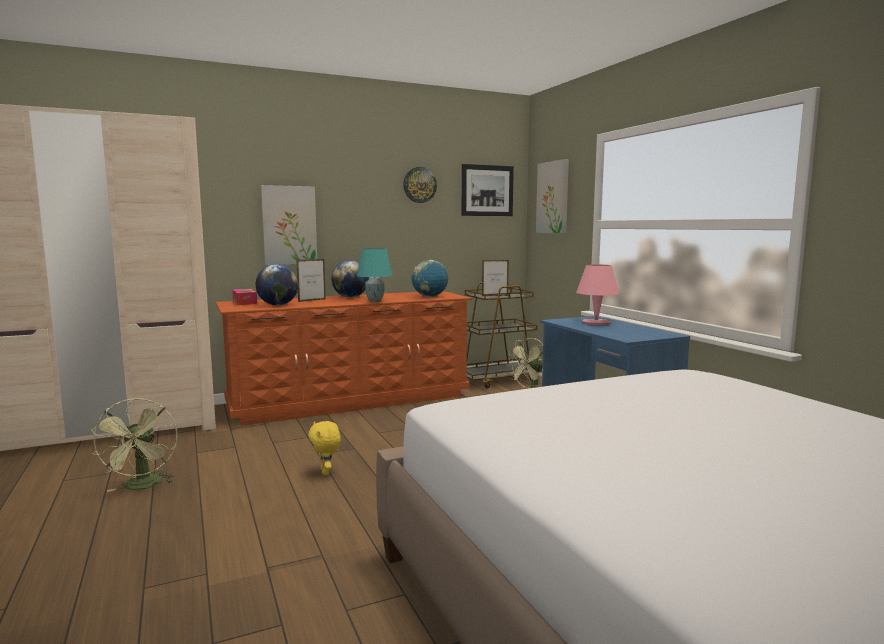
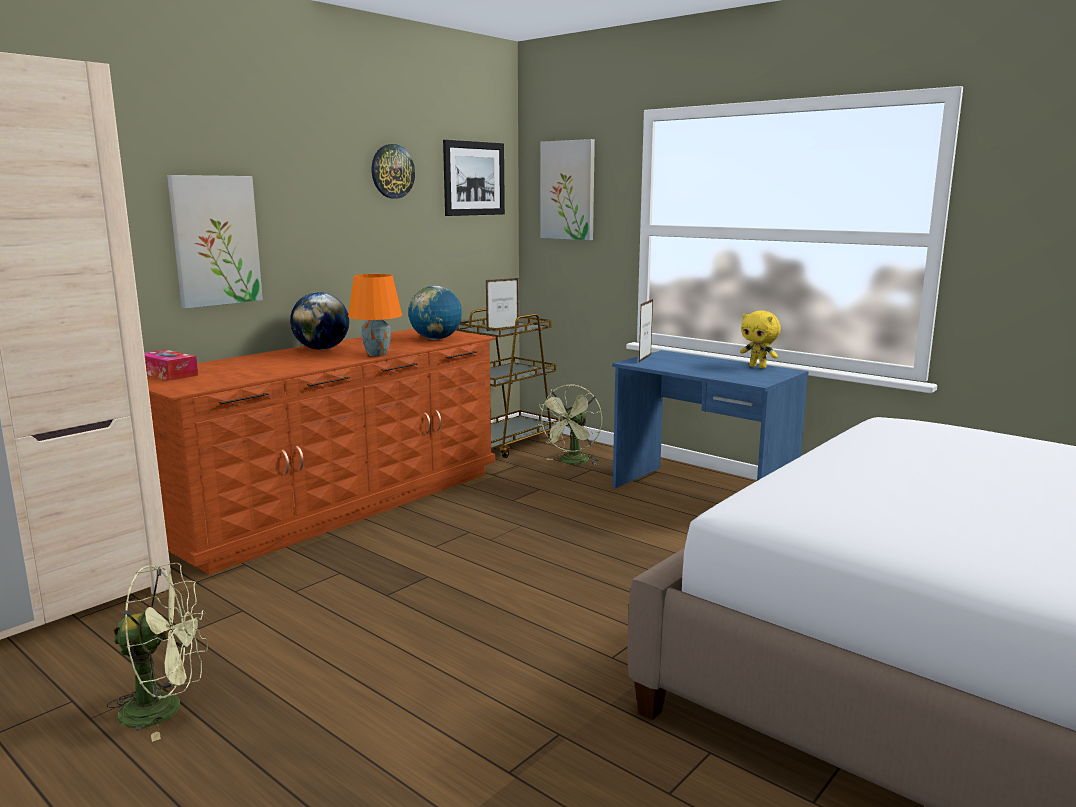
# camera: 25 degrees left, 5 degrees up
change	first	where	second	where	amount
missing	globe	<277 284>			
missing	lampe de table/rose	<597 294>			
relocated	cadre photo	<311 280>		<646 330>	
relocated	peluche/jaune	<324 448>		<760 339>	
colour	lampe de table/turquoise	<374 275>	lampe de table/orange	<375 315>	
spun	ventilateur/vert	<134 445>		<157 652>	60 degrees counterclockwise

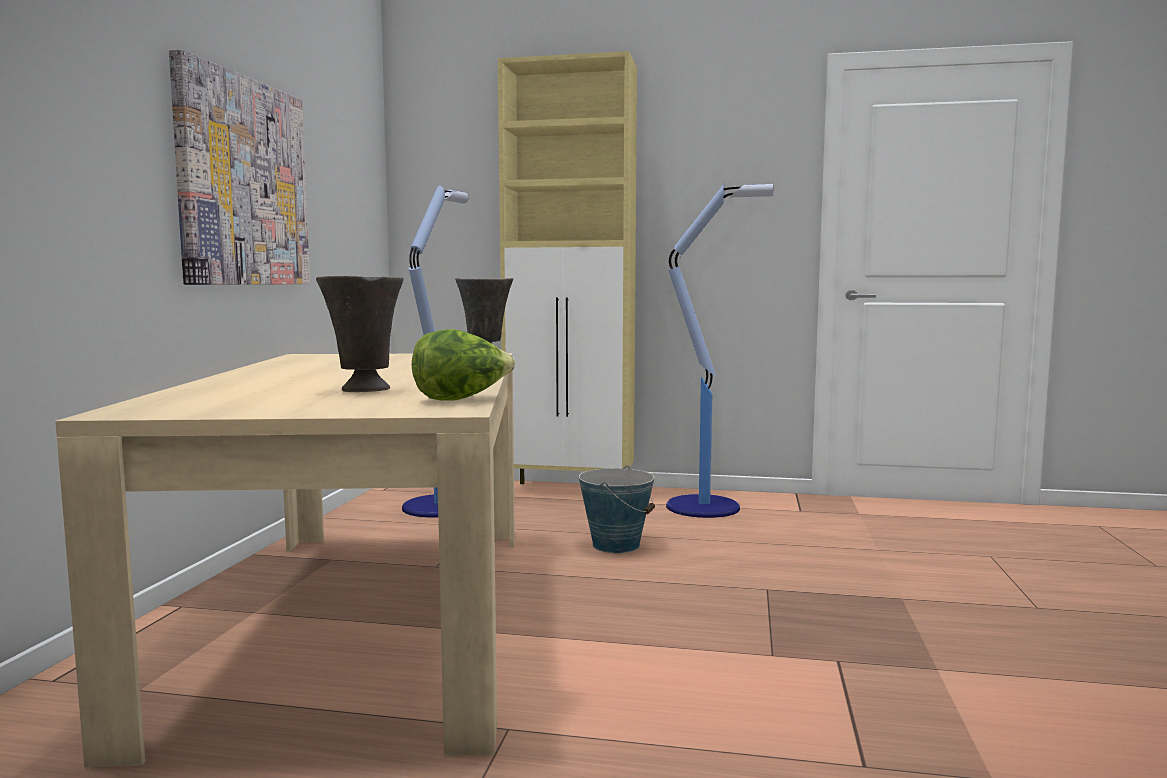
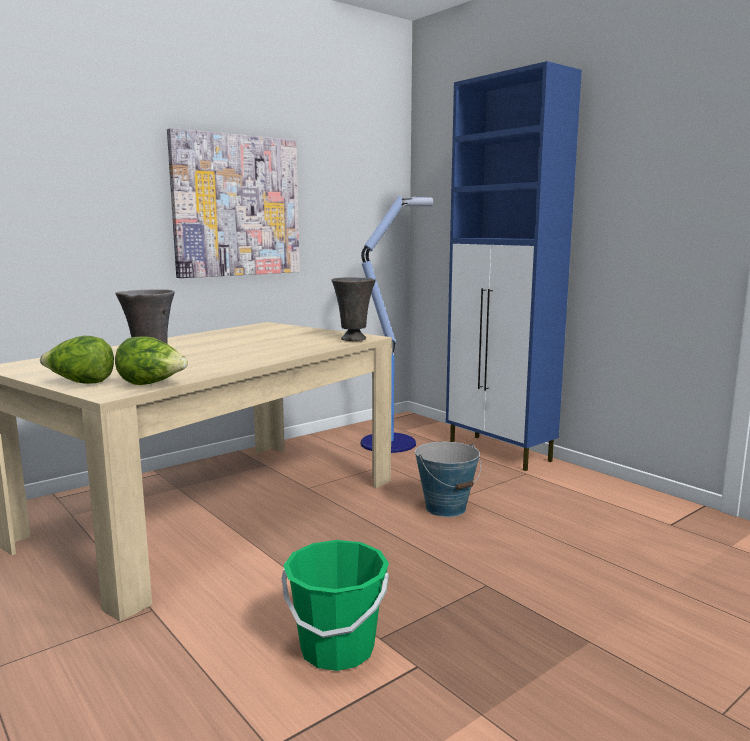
# camera: 40 degrees right, 5 degrees up
change	first	where	second	where	amount
missing	lampadaire	<720 351>			
appeared			laitue	<77 360>	
appeared			seau/vert	<335 605>	
colour	meuble de rangement/beige	<567 267>	meuble de rangement/bleu	<514 266>	

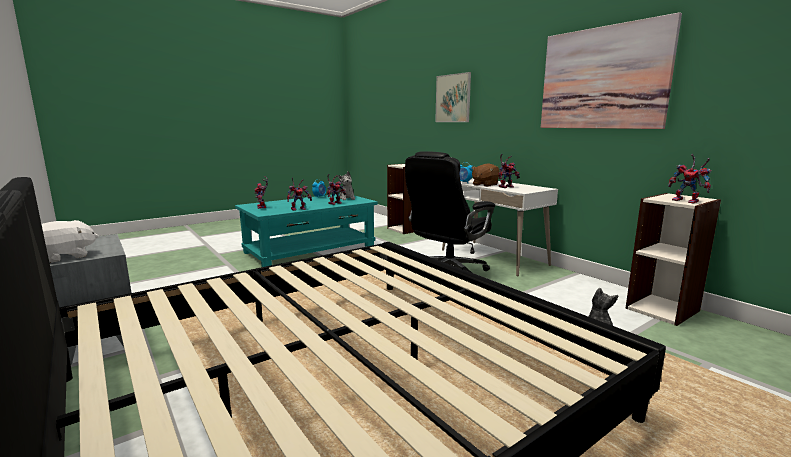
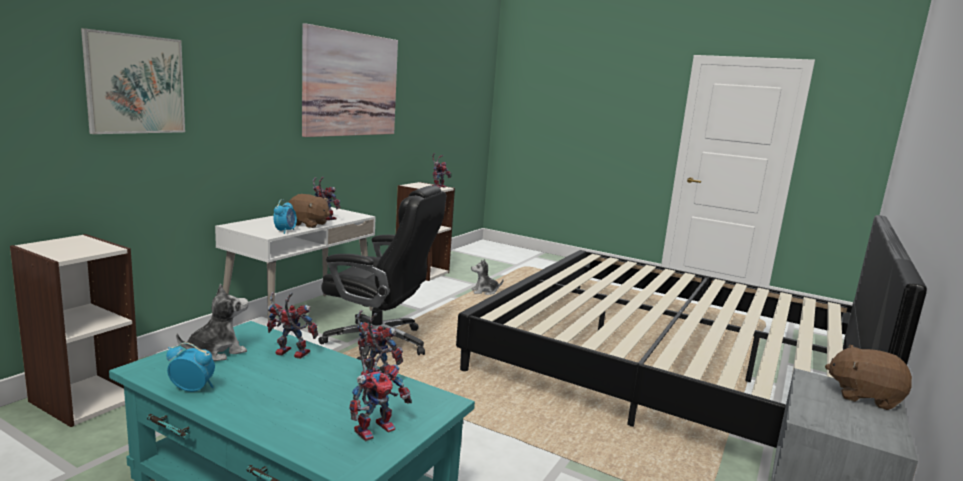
# camera: 115 degrees left, 0 degrees up
change	first	where	second	where	amount
colour	peluche/blanc	<70 241>	peluche/marron	<868 377>	

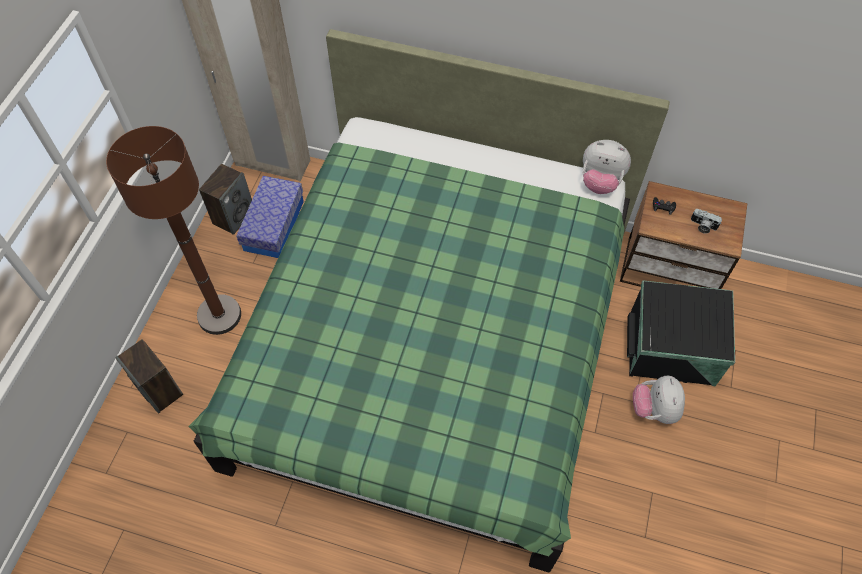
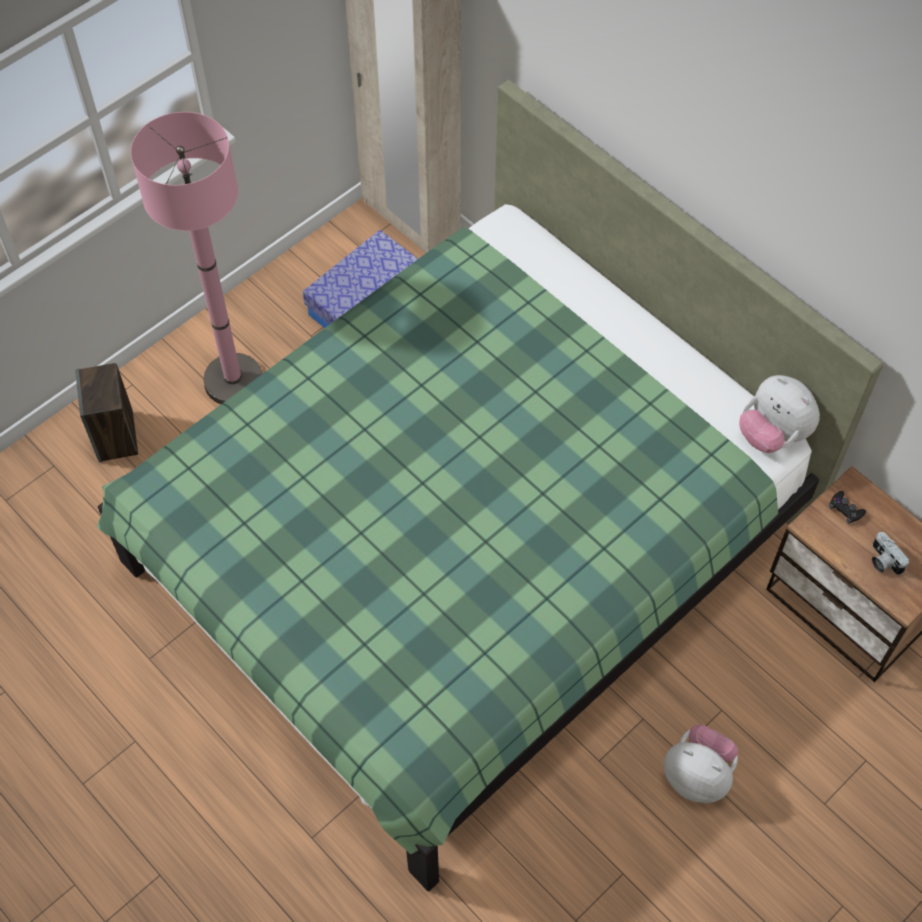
# camera: 30 degrees right, 0 degrees up
change	first	where	second	where	amount
missing	enceinte	<225 199>			
missing	boîte de rangement/noir	<681 333>			
colour	lampadaire/marron	<173 230>	lampadaire/rose	<197 258>	
spun	peluche	<659 400>		<701 764>	90 degrees clockwise

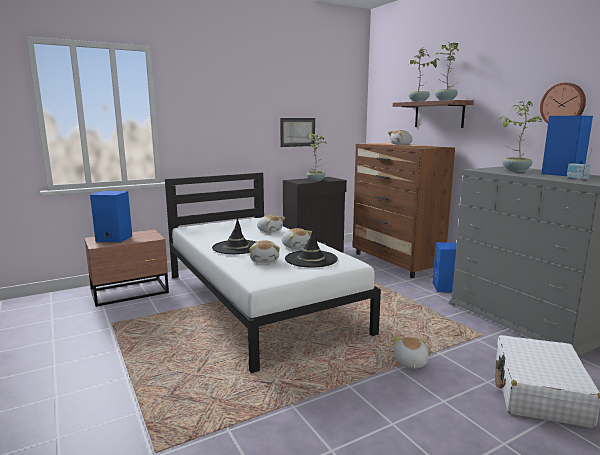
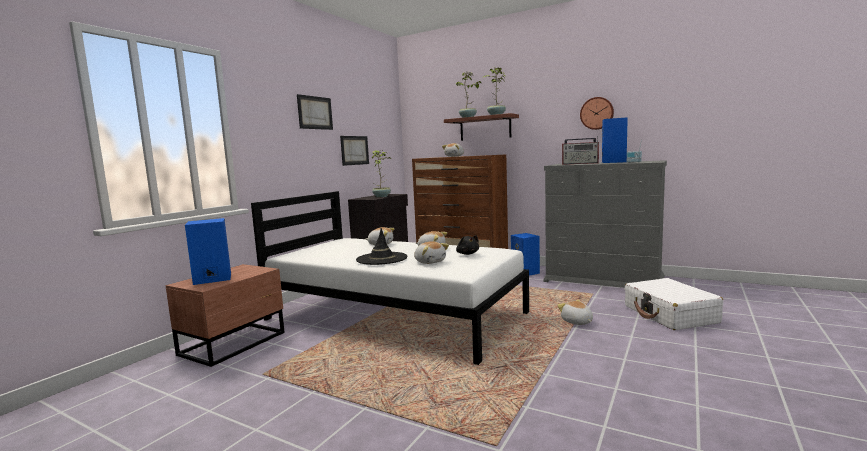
# camera: 30 degrees left, 5 degrees down
change	first	where	second	where	amount
appeared			tableau	<315 112>	
exchanged	chapeau/noir	<311 248>	peluche/noir	<467 245>	
exchanged	plante en pot	<521 136>	radio	<580 150>	

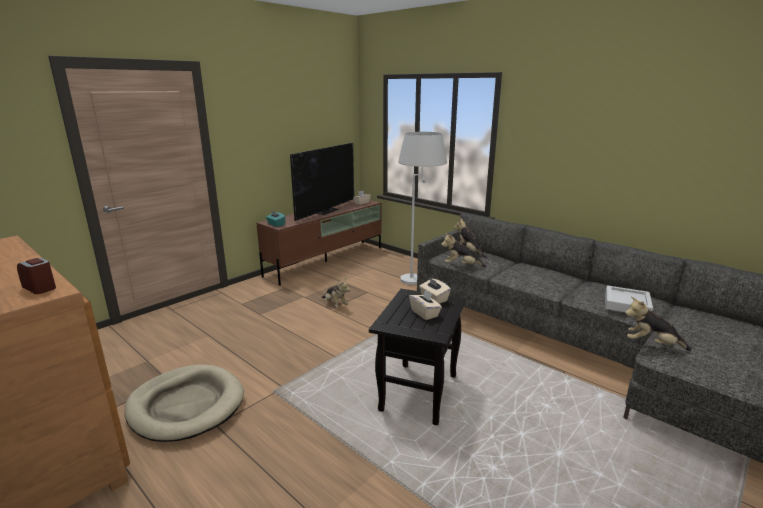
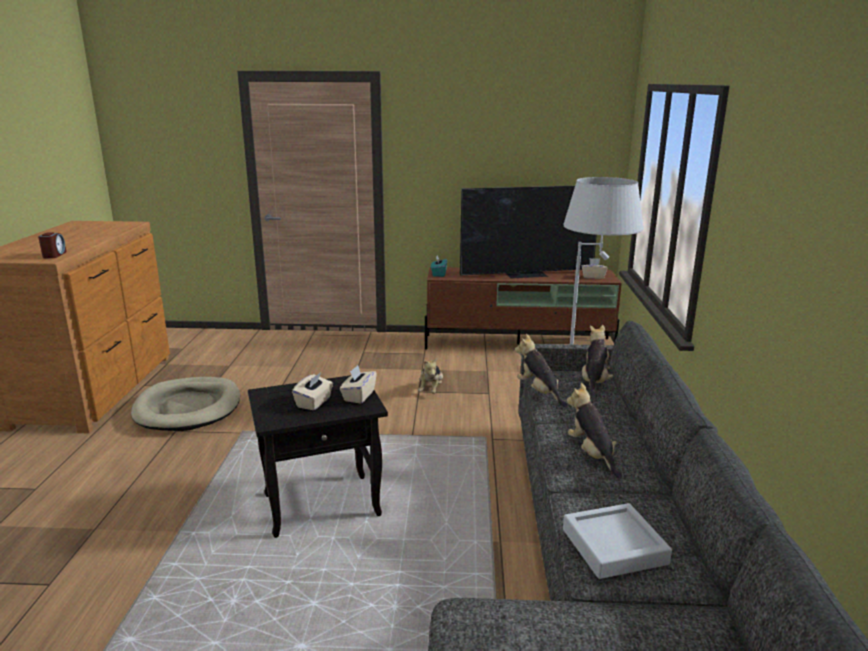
# camera: 50 degrees right, 0 degrees up
change	first	where	second	where	amount
relocated	peluche	<658 324>		<594 431>	

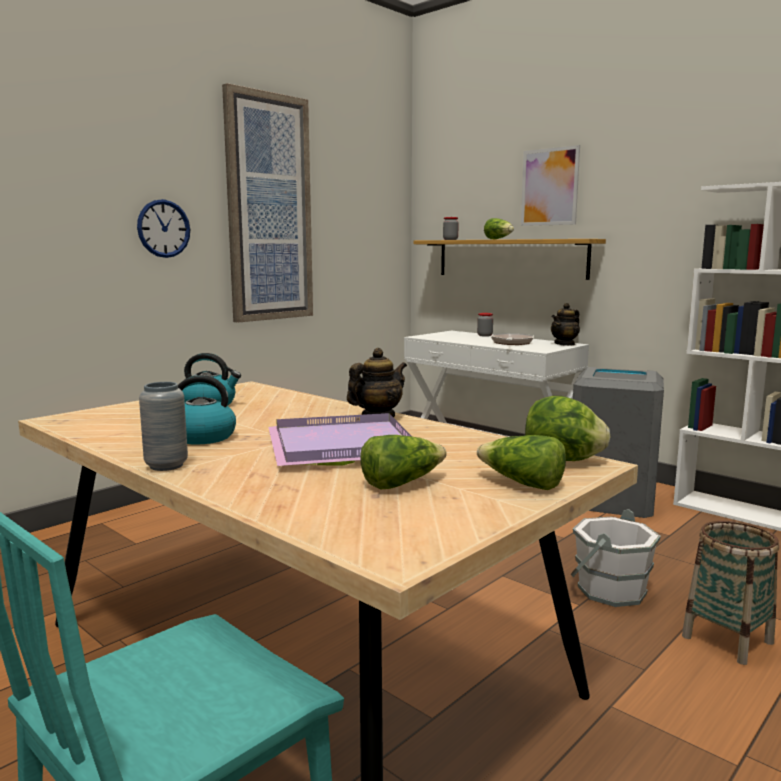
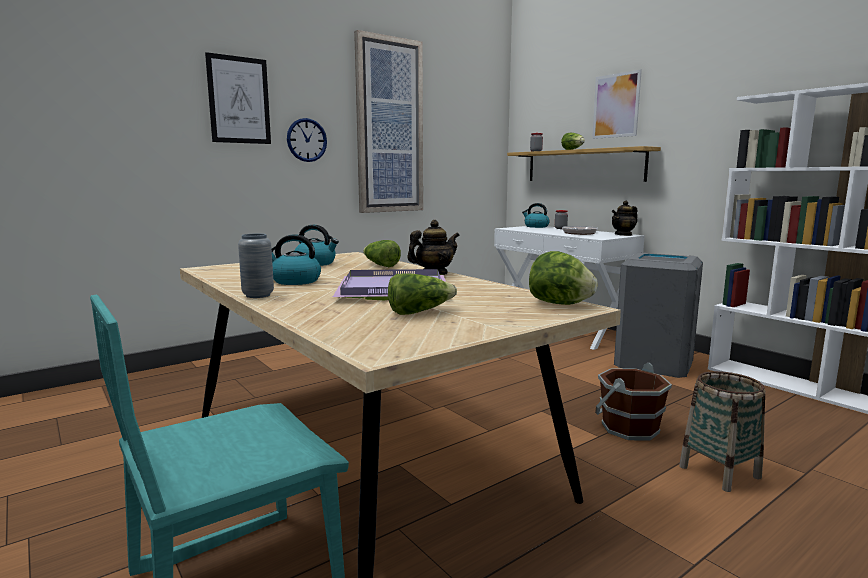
# camera: 10 degrees right, 0 degrees up
change	first	where	second	where	amount
appeared			tableau	<238 98>	
appeared			bouilloire	<536 215>	
relocated	laitue	<521 462>		<382 253>	
colour	seau/blanc	<615 558>	seau/marron	<633 401>	

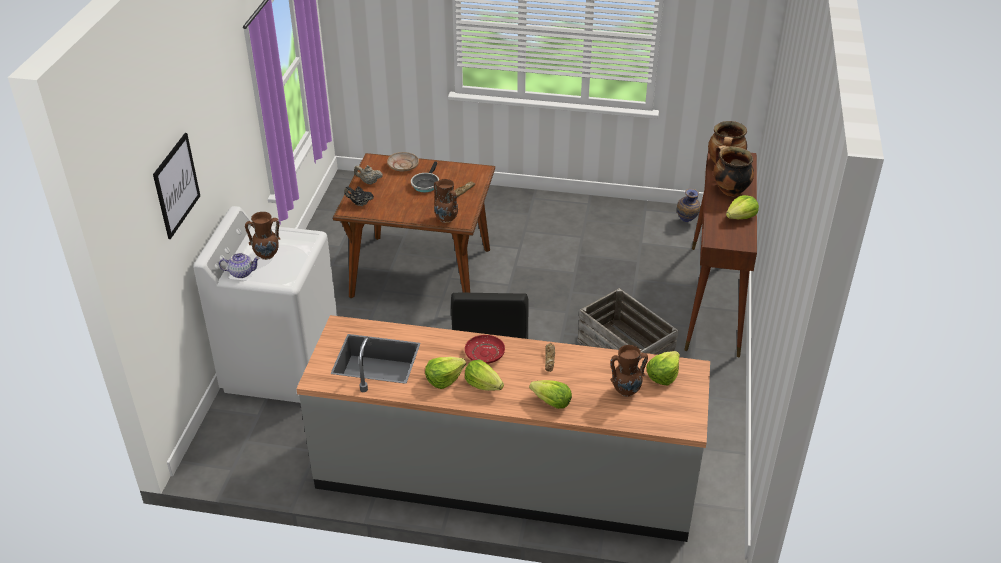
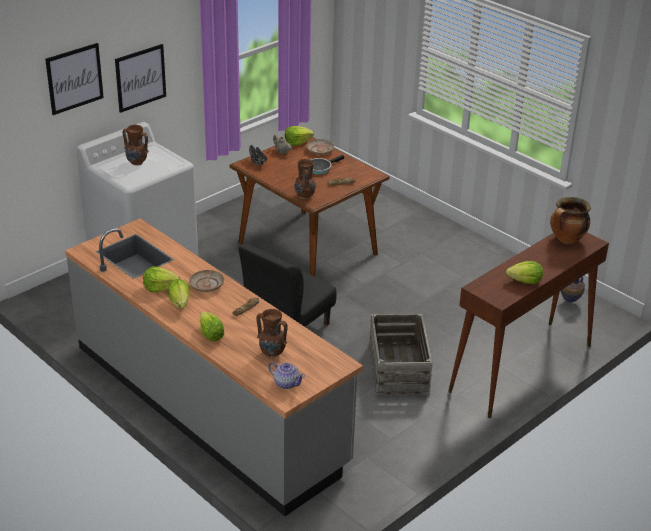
# camera: 35 degrees right, 5 degrees down
change	first	where	second	where	amount
missing	marmite	<733 170>			
appeared			tableau	<140 78>	
relocated	théière	<239 265>		<286 375>	
relocated	laitue	<663 368>		<299 136>	
colour	assiette/rouge	<485 349>	assiette/beige	<206 281>	

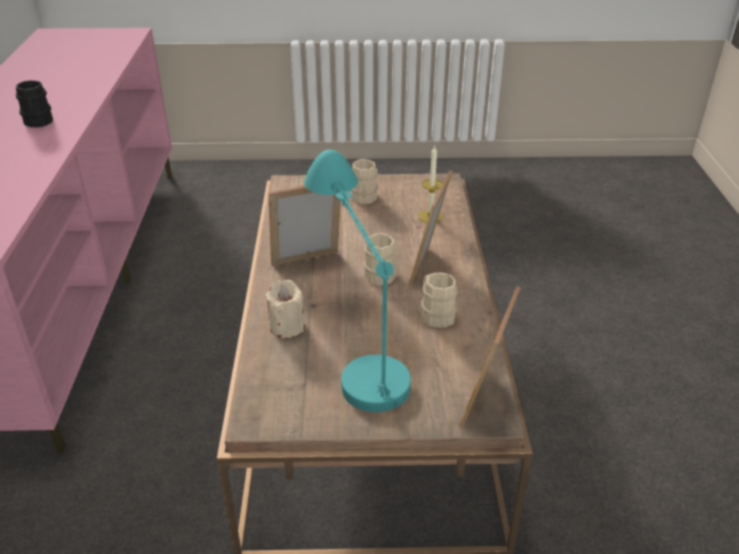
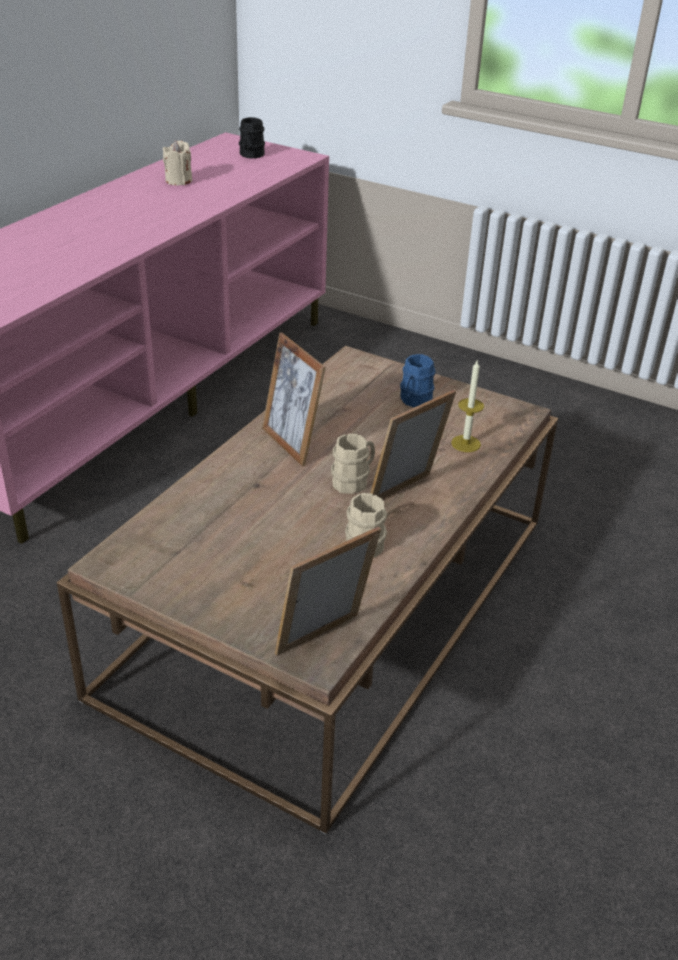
# camera: 30 degrees right, 0 degrees up
change	first	where	second	where	amount
missing	lampe de table/turquoise	<357 280>			
relocated	mug/noir	<34 104>		<252 138>	
relocated	bougie/beige	<285 308>		<177 163>	
colour	mug/beige	<364 181>	mug/bleu	<418 380>	
spun	cadre photo	<304 226>		<294 399>	135 degrees counterclockwise

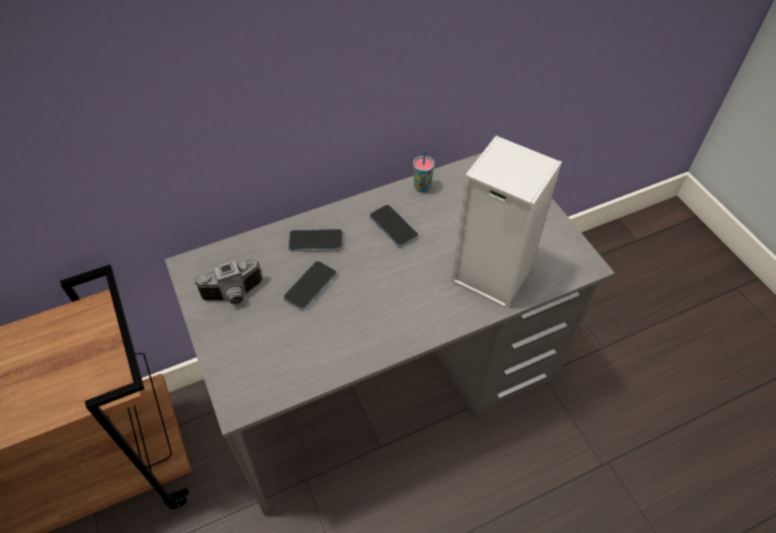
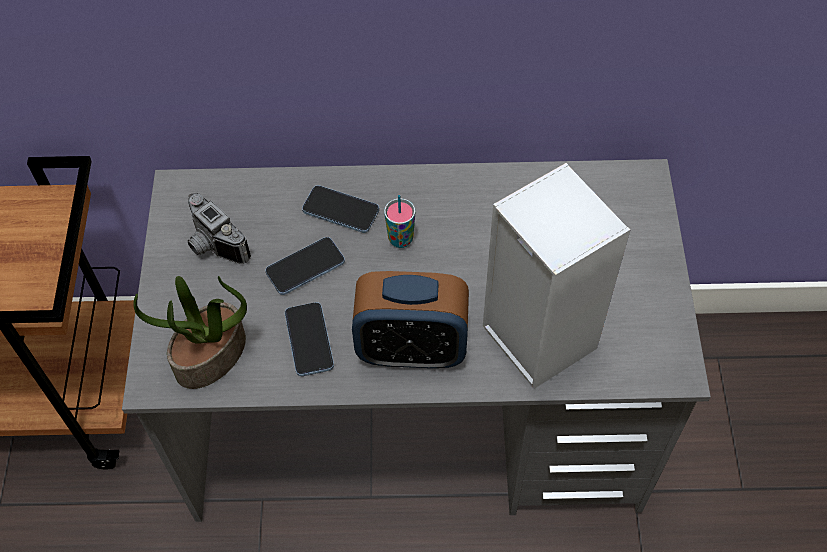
# camera: 25 degrees right, 5 degrees up
change	first	where	second	where	amount
appeared			plante en pot	<190 332>	
appeared			réveil	<410 319>	
relocated	téléphone	<394 226>		<309 339>	
relocated	tasse	<423 171>		<399 221>	
spun	appareil photo	<228 282>		<219 228>	45 degrees clockwise

